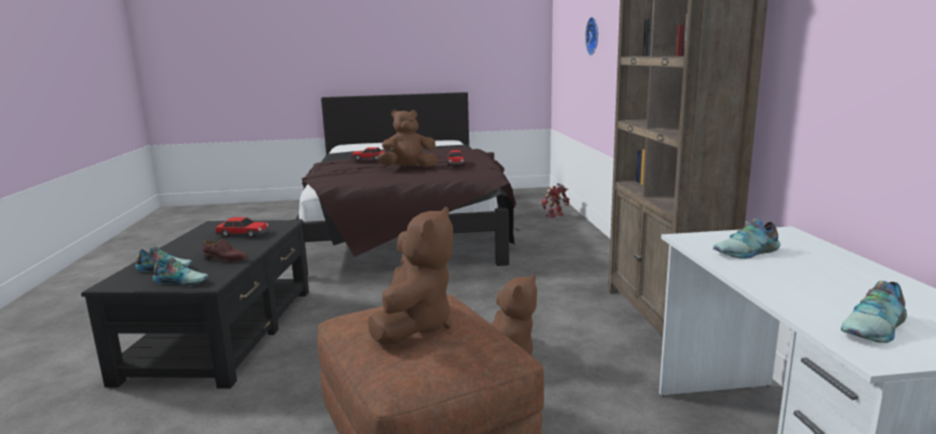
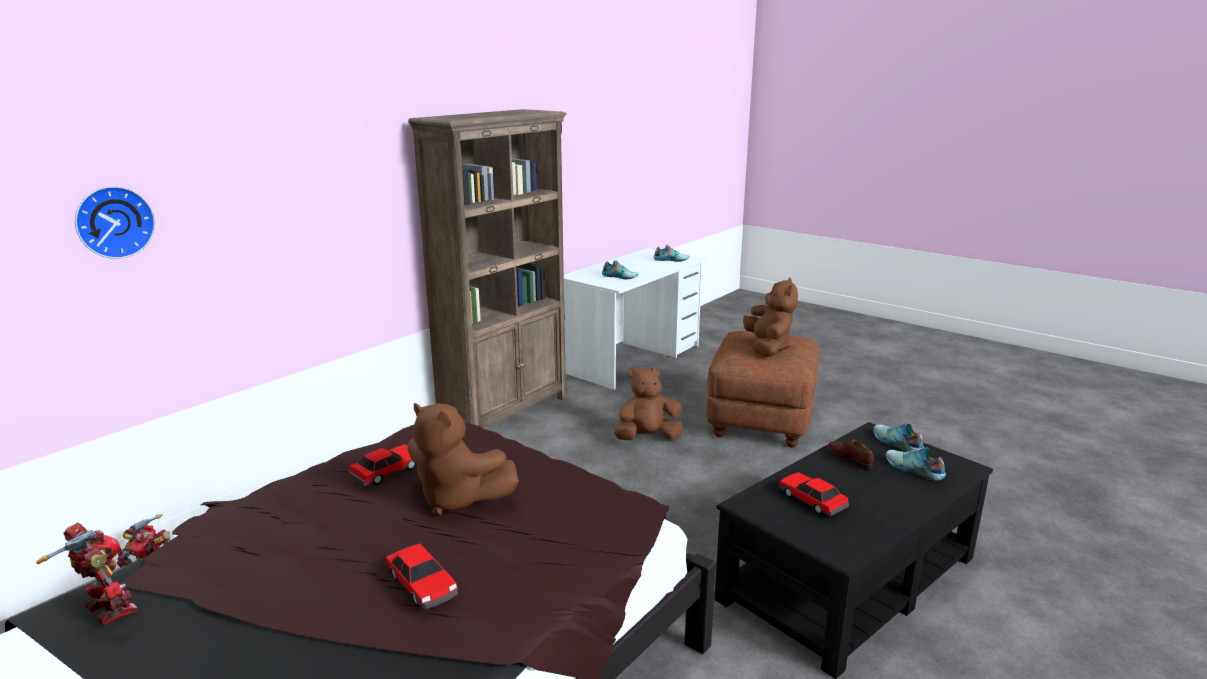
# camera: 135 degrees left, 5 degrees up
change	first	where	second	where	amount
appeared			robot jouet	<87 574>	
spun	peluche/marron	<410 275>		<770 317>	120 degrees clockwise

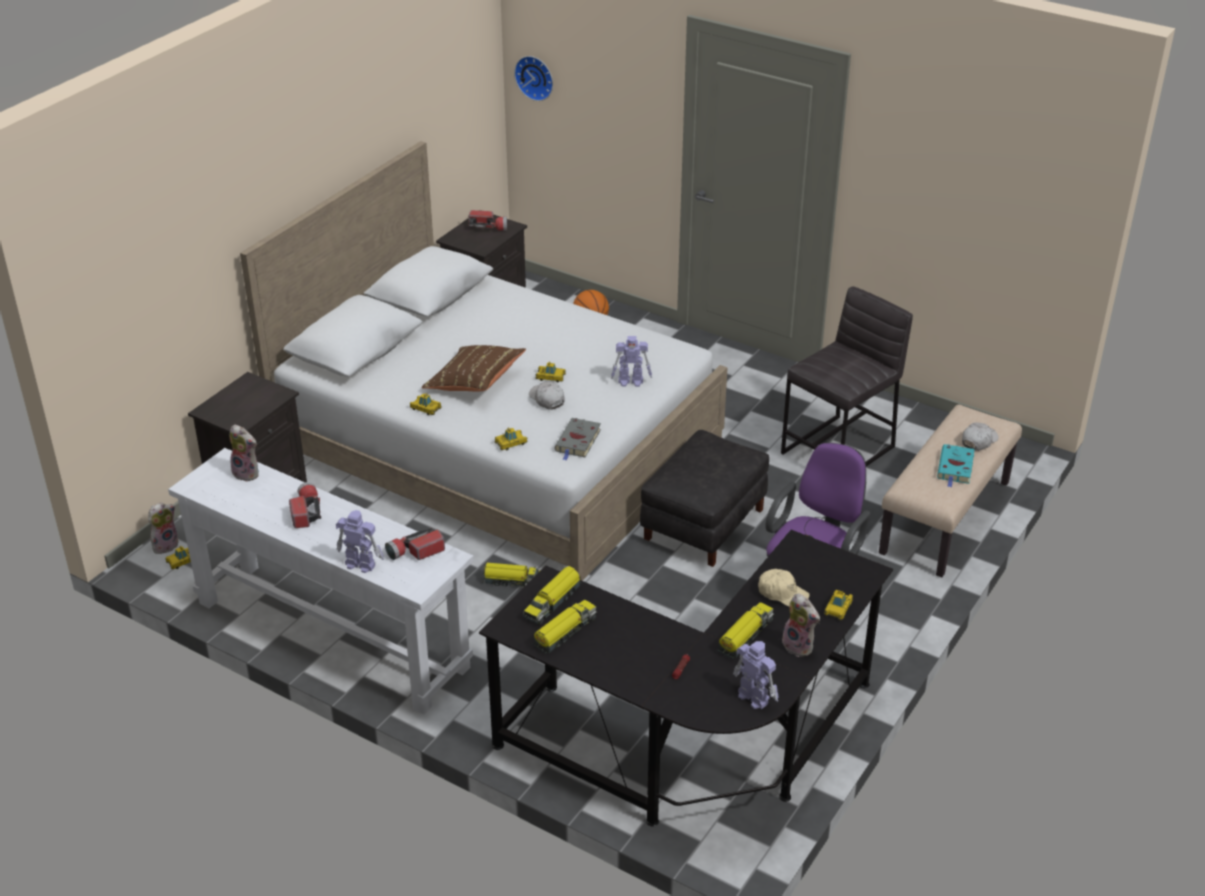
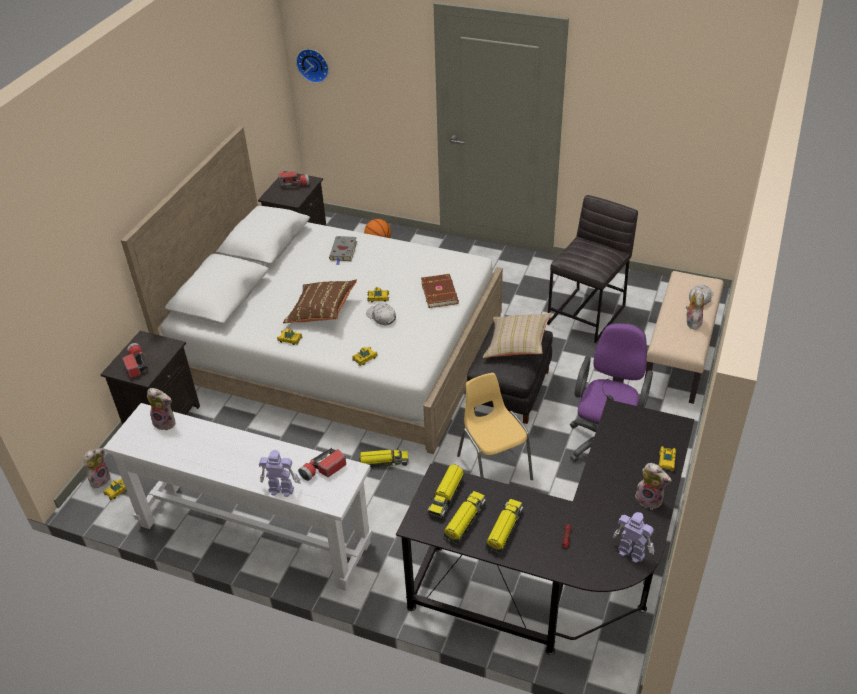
# camera: 10 degrees left, 5 degrees up
change	first	where	second	where	amount
missing	casquette/beige	<784 588>			
appeared			chaise/jaune	<495 426>	
appeared			coussin/beige	<517 335>	
relocated	lampe de poche	<305 505>		<135 360>	
relocated	livre/gris	<578 439>		<343 250>	
relocated	camion jouet	<745 630>		<504 527>	
exchanged	robot jouet	<631 361>	livre/marron	<440 291>	
exchanged	livre/turquoise	<956 466>	peluche	<695 309>	

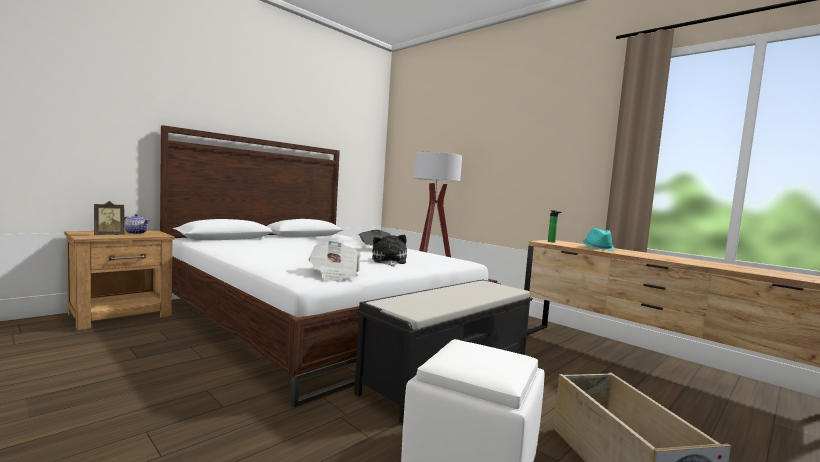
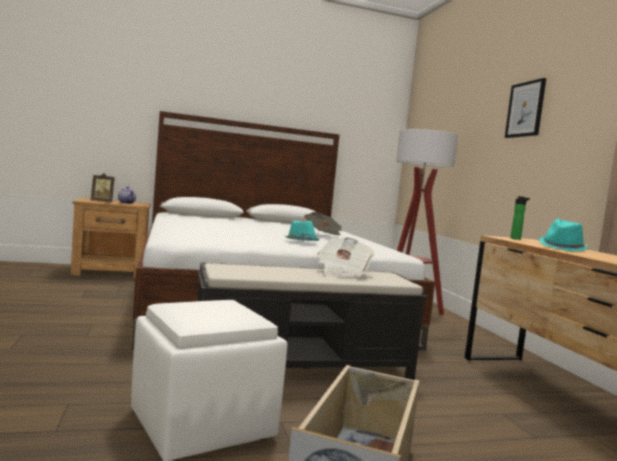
# camera: 30 degrees right, 0 degrees up
change	first	where	second	where	amount
appeared			tableau	<525 108>	
relocated	journal	<334 261>		<346 257>	
exchanged	peluche	<389 251>	chapeau/turquoise	<302 231>	

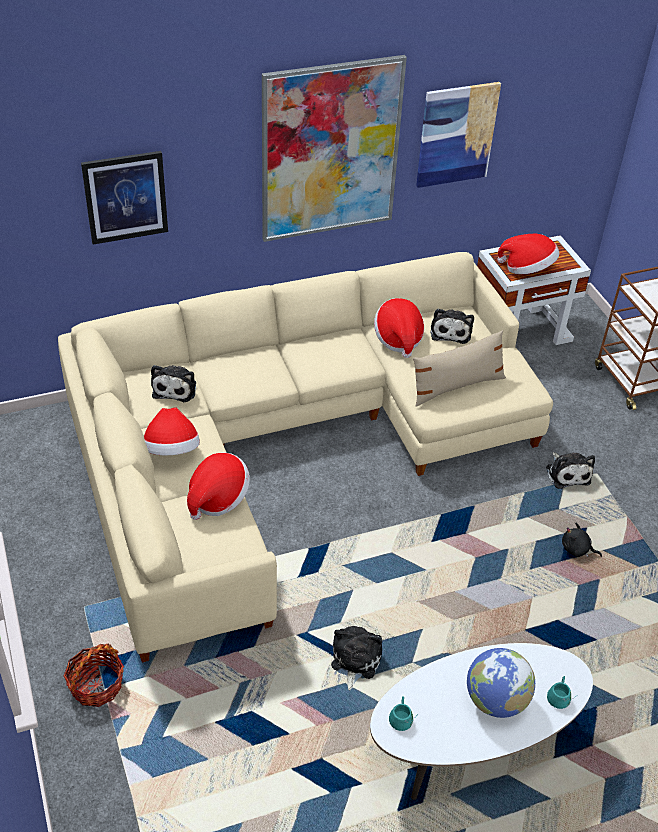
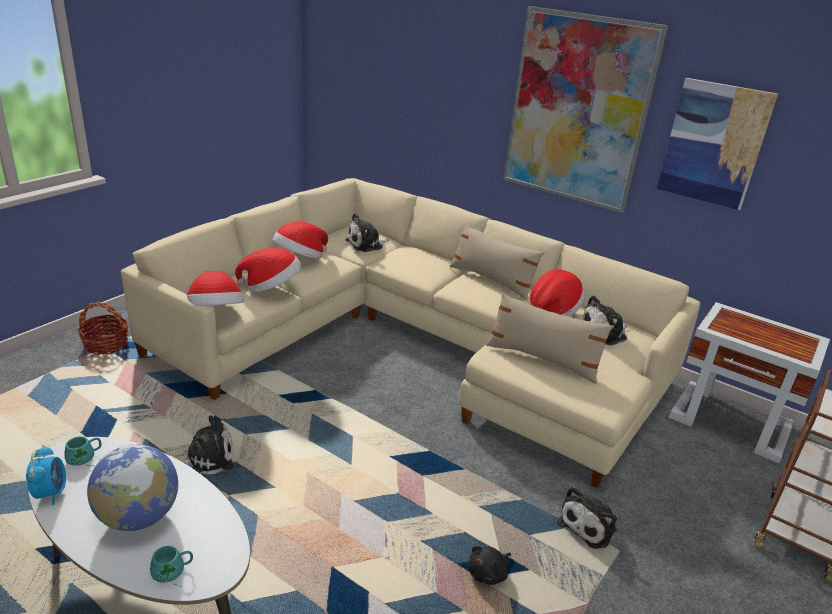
# camera: 55 degrees right, 15 degrees down
change	first	where	second	where	amount
missing	tableau	<124 197>			
appeared			réveil	<46 475>	
appeared			coussin/beige	<496 261>	
relocated	chapeau	<528 254>		<215 288>	
spun	peluche/noir	<582 540>		<489 565>	120 degrees counterclockwise

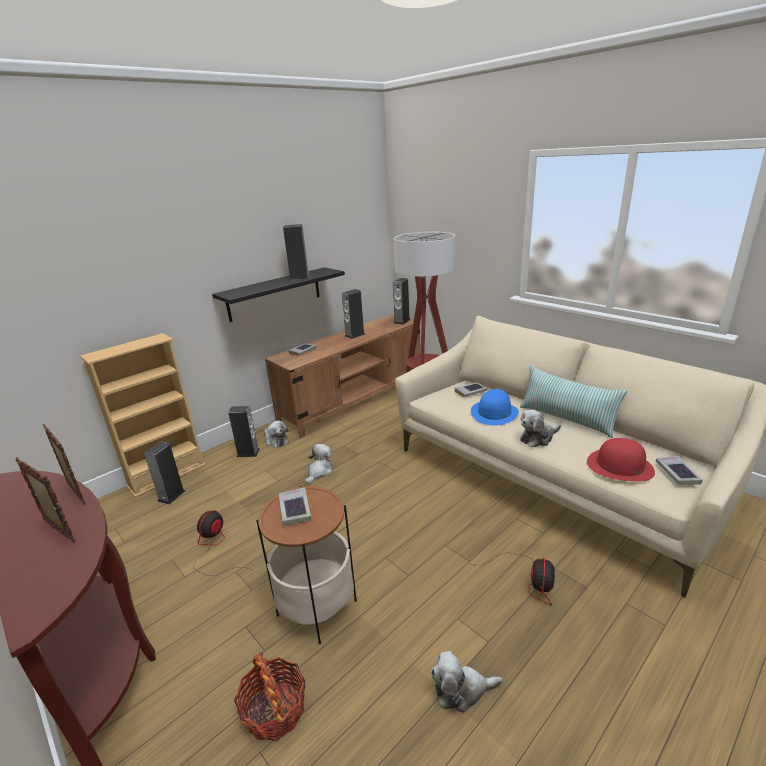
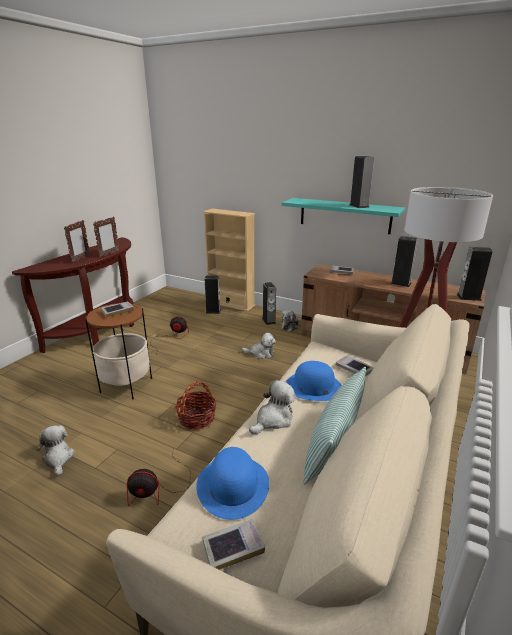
# camera: 70 degrees right, 0 degrees up
change	first	where	second	where	amount
relocated	panier	<270 696>		<196 405>	
colour	étagère/noir	<278 294>	étagère/turquoise	<343 216>	
colour	chapeau/rouge	<621 460>	chapeau/bleu	<232 483>	
spun	peluche	<540 429>		<272 407>	90 degrees clockwise

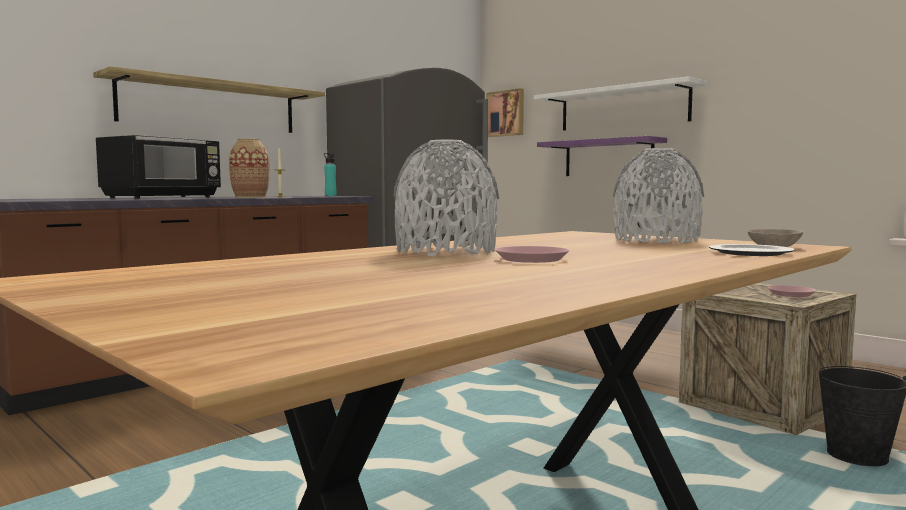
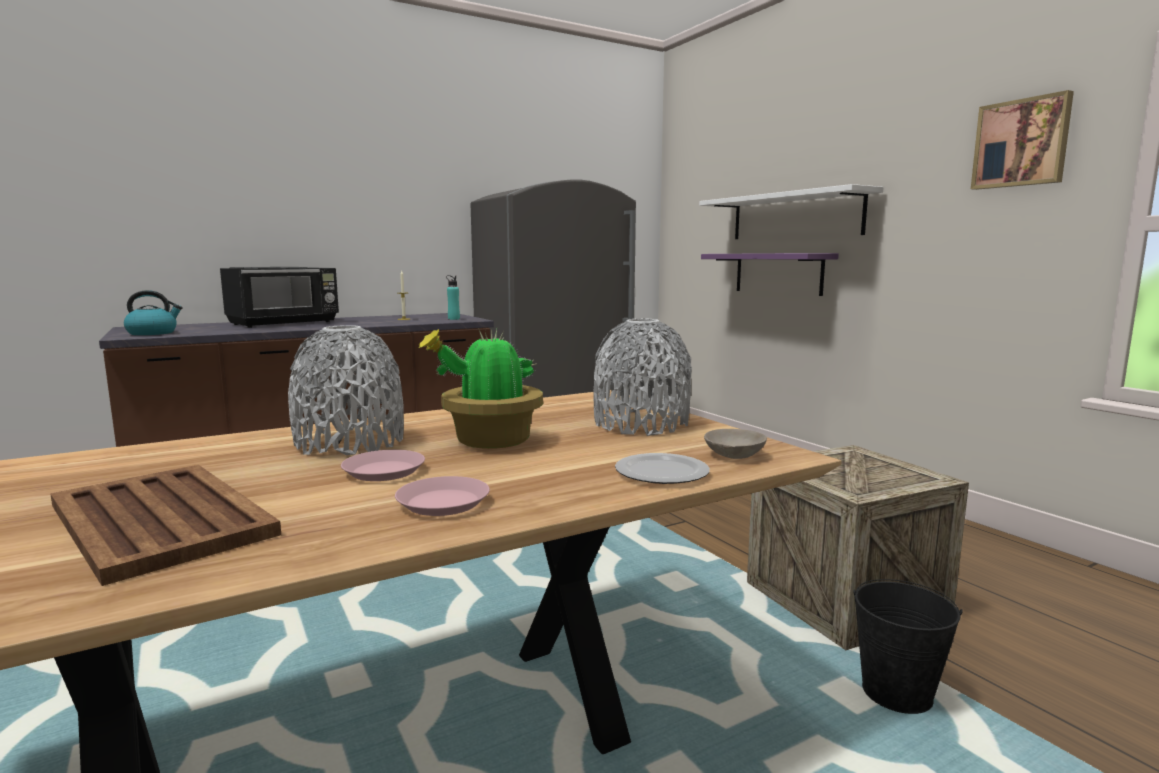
# camera: 15 degrees right, 5 degrees up
change	first	where	second	where	amount
missing	étagère	<209 99>			
missing	vase	<249 168>			
appeared			plateau/marron	<165 525>	
appeared			bouilloire	<153 312>	
appeared			plante en pot	<480 388>	
relocated	tableau	<505 112>		<1022 140>	
relocated	assiette/rose	<792 291>		<442 496>	

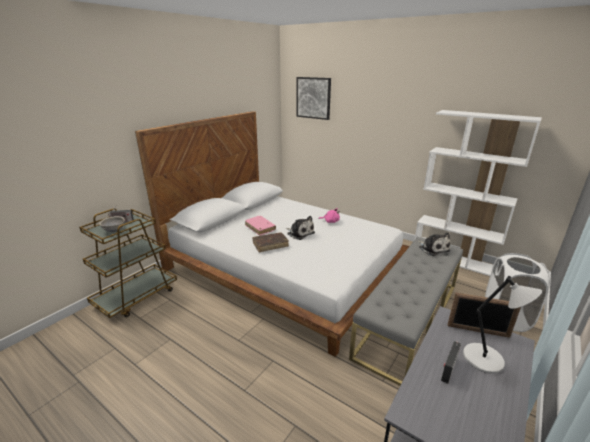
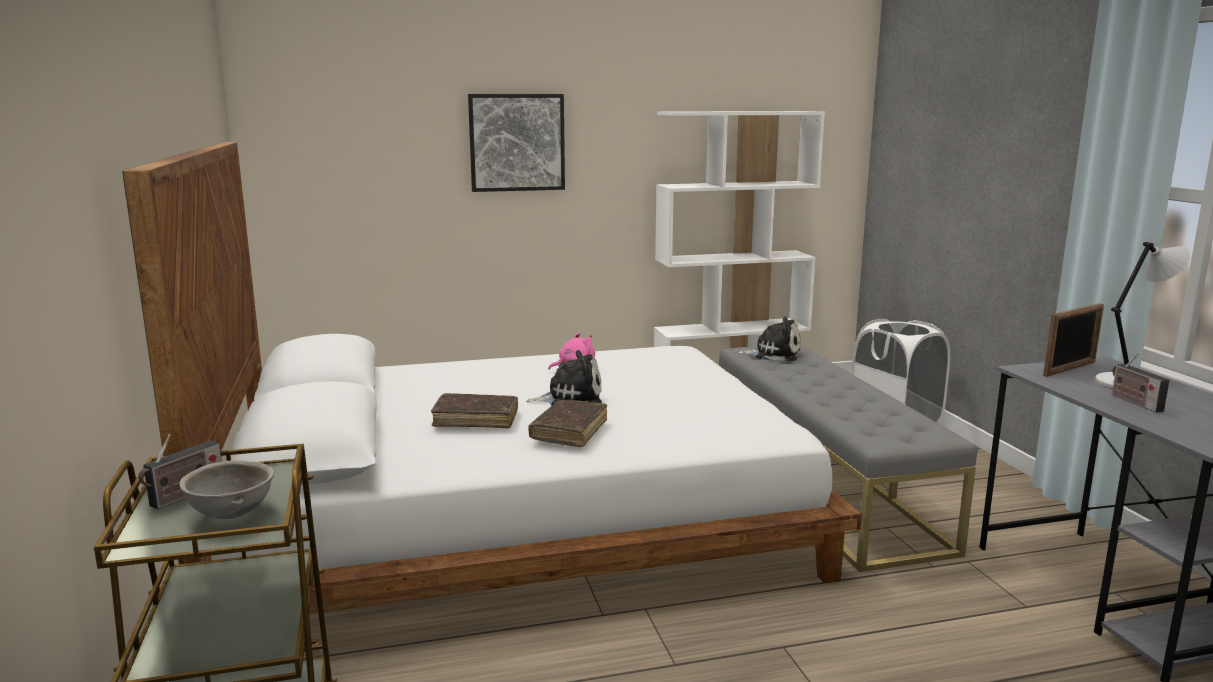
# camera: 50 degrees left, 10 degrees down
change	first	where	second	where	amount
relocated	tableau	<314 98>		<516 143>	
colour	livre/rose	<260 226>	livre/marron	<474 410>	

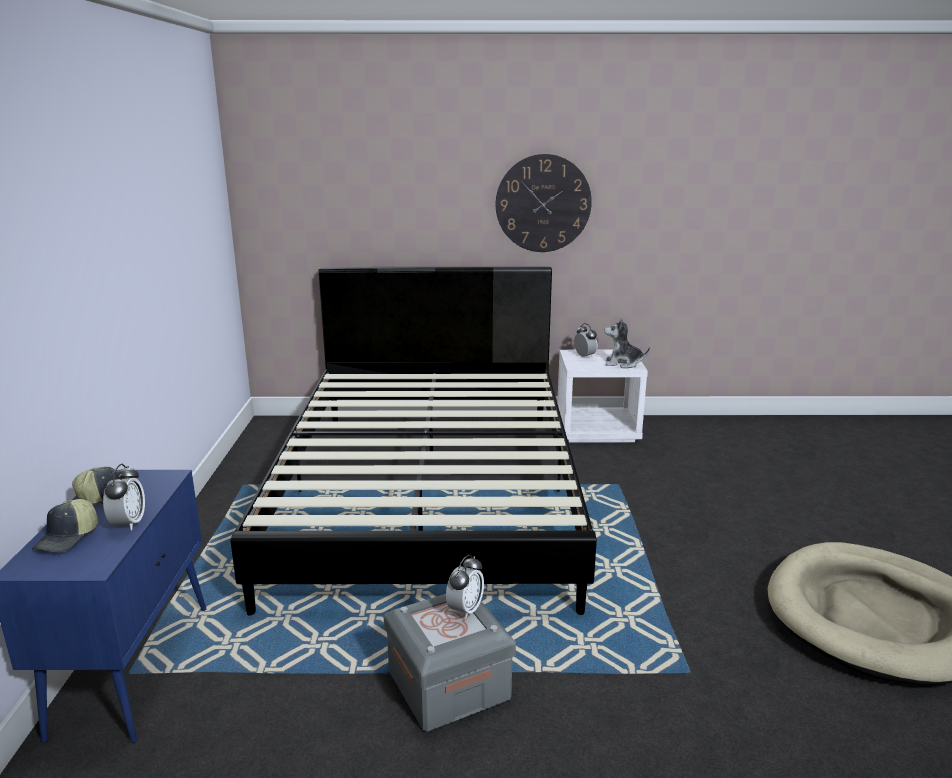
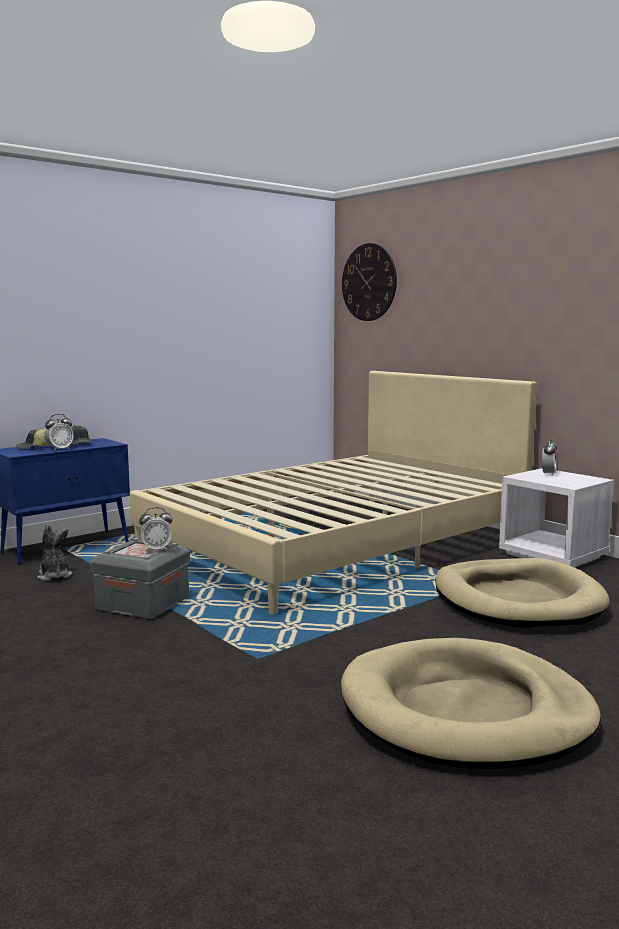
# camera: 50 degrees right, 10 degrees down
change	first	where	second	where	amount
appeared			panier pour chien/beige	<522 593>	
relocated	horloge murale	<544 203>		<369 282>	
relocated	peluche	<627 343>		<54 552>	
colour	lit/noir	<414 441>	lit/beige	<333 492>	

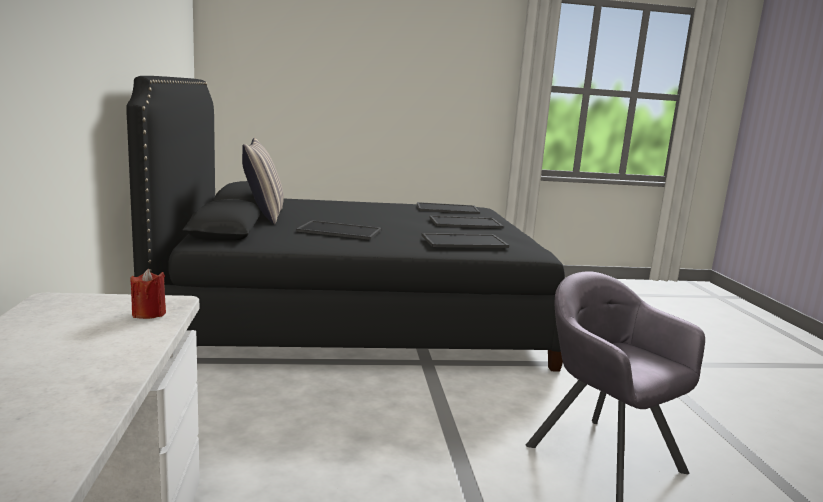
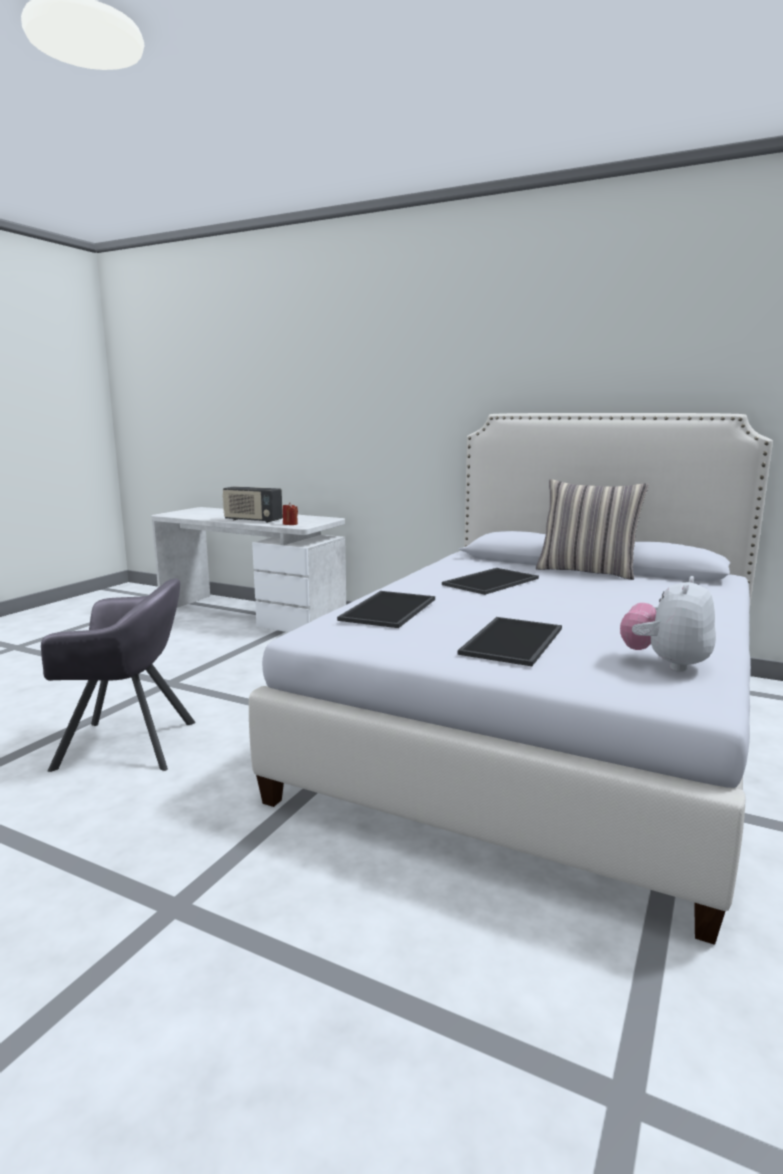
# camera: 125 degrees right, 0 degrees up
change	first	where	second	where	amount
appeared			radio	<252 504>	
exchanged	plateau	<448 208>	peluche	<668 624>	
colour	lit/noir	<345 223>	lit/blanc	<511 679>	

